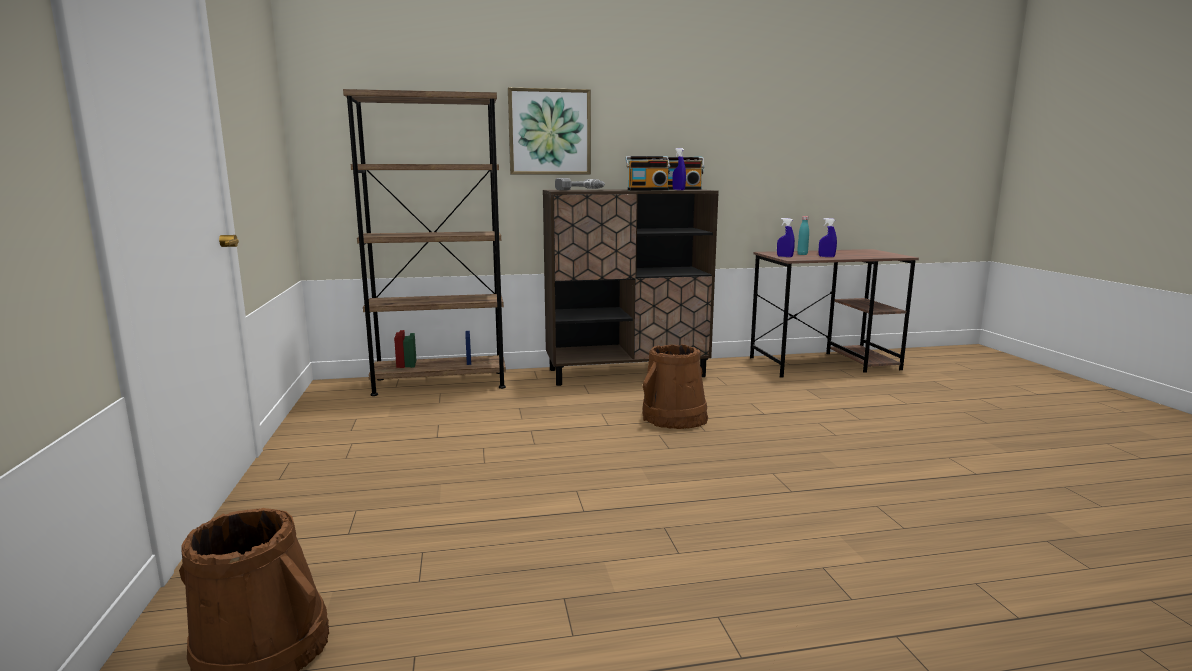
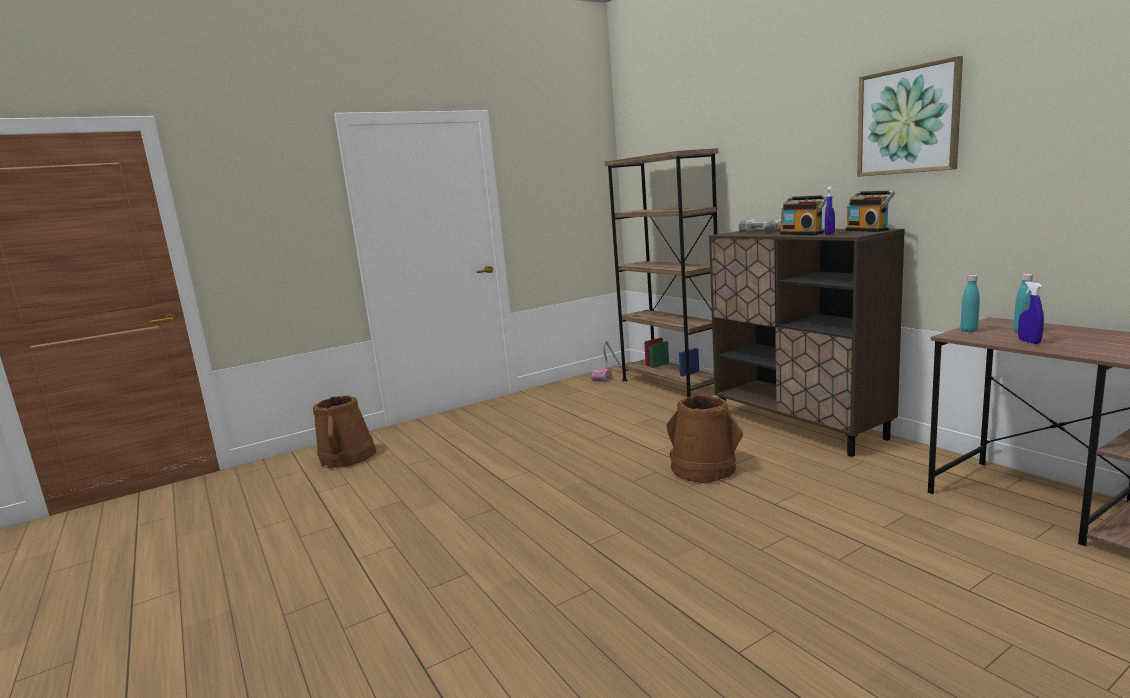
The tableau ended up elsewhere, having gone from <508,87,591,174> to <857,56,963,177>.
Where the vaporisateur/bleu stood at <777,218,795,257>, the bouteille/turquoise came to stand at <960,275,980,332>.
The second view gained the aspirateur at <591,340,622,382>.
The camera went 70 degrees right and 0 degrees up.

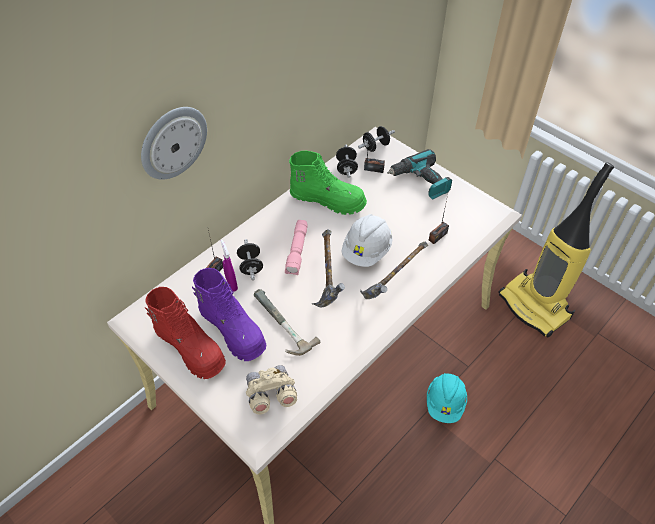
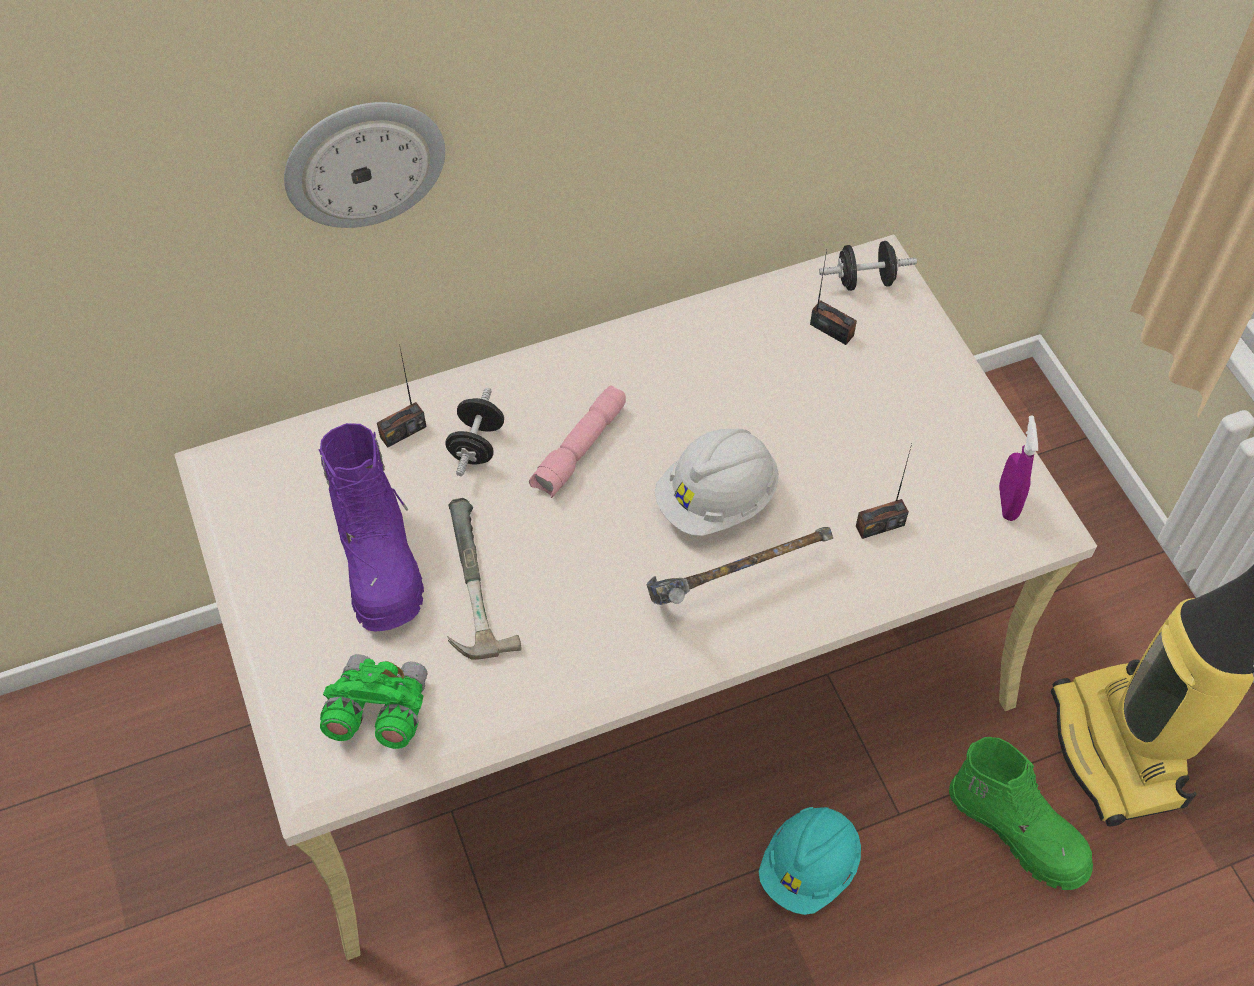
The second view lost the haltère/noir at <336,145,358,178>.
The second view lost the perceuse at <387,149,452,199>.
The botte/vert ended up elsewhere, having gone from <289,151,367,215> to <949,737,1093,890>.
The second view lost the marteau at <311,229,345,307>.
The vaporisateur/violet ended up elsewhere, having gone from <221,240,238,292> to <999,415,1038,521>.
The second view lost the botte/rouge at <144,287,226,379>.
What was the jumelles/beige at <246,365,297,414> turned into the jumelles/vert at <320,654,427,749>.
The camera went 25 degrees right and 5 degrees up.

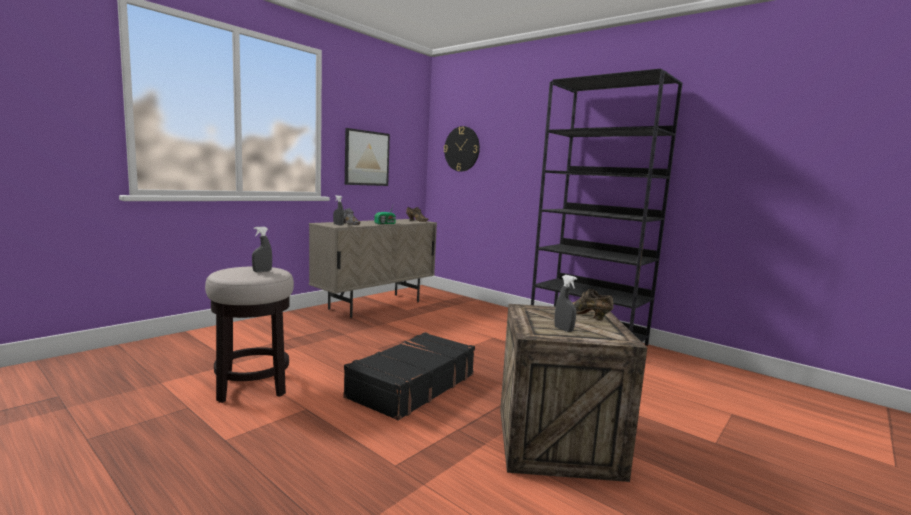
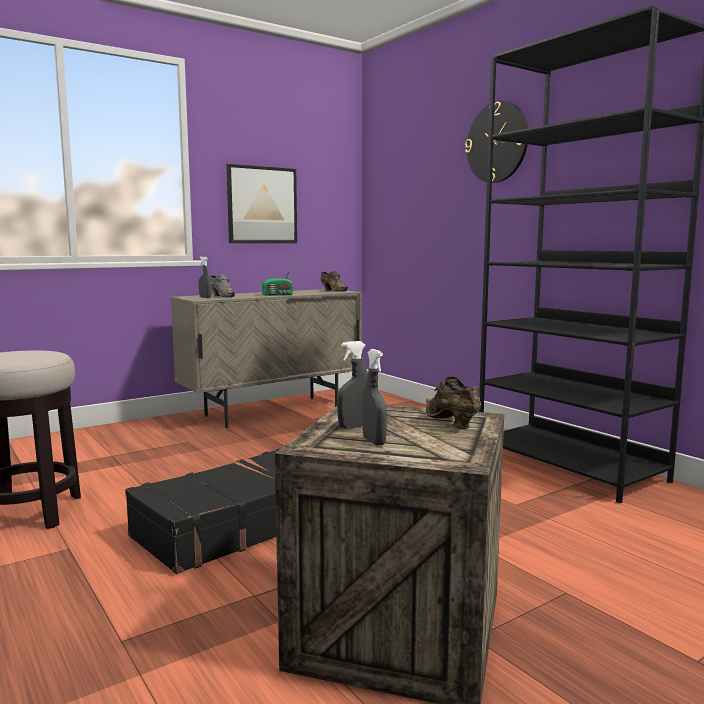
The horloge murale ended up elsewhere, having gone from <444,126,480,172> to <465,101,528,183>.
The vaporisateur/gris ended up elsewhere, having gone from <252,227,272,272> to <337,341,368,429>.
The camera went 15 degrees right and 0 degrees up.

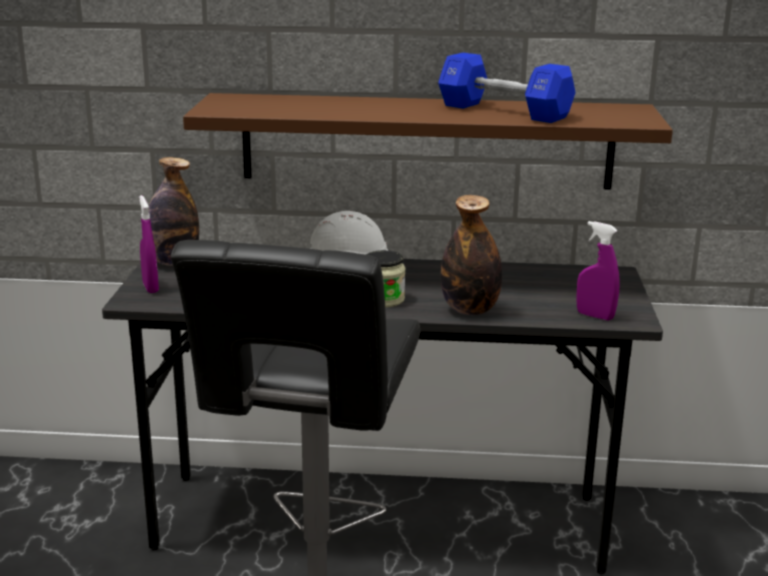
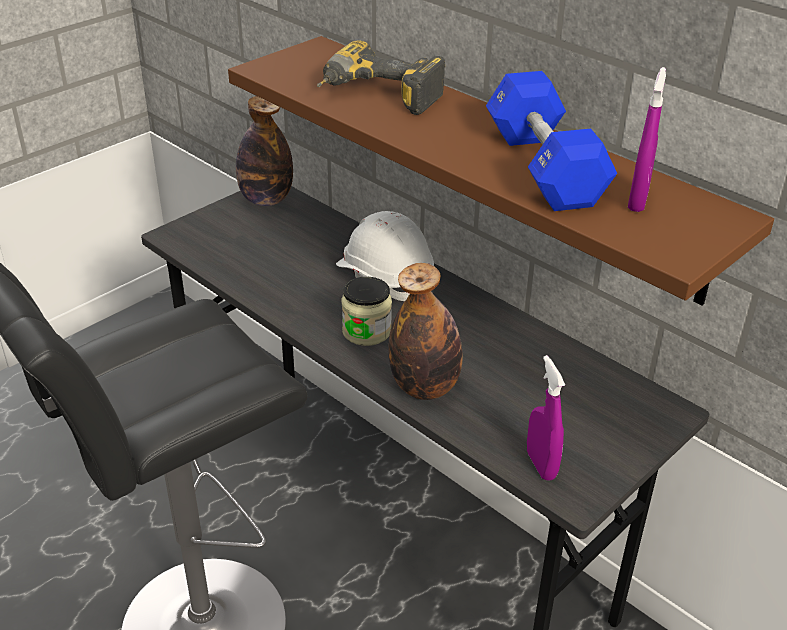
The vaporisateur/violet ended up elsewhere, having gone from <139,195,159,293> to <628,67,666,212>.
The second view gained the perceuse at <317,40,446,115>.
The camera went 40 degrees right and 15 degrees up.

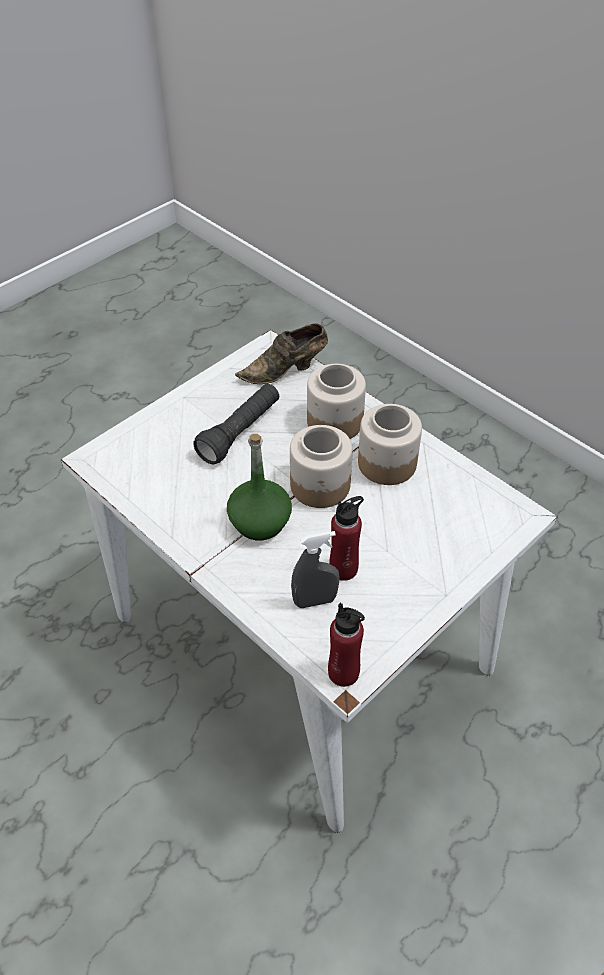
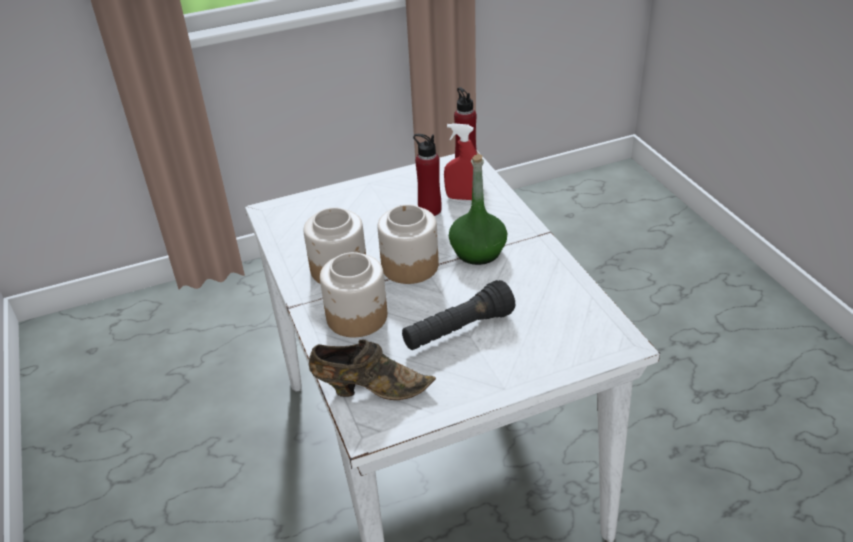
What was the vaporisateur/gris at <291,531,340,608> turned into the vaporisateur/rouge at <444,123,477,200>.
The camera went 155 degrees left and 10 degrees down.

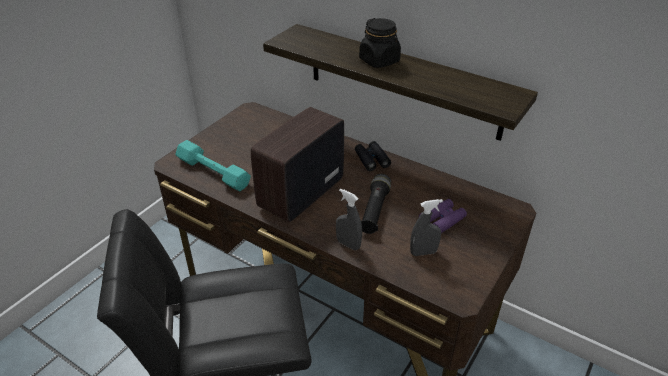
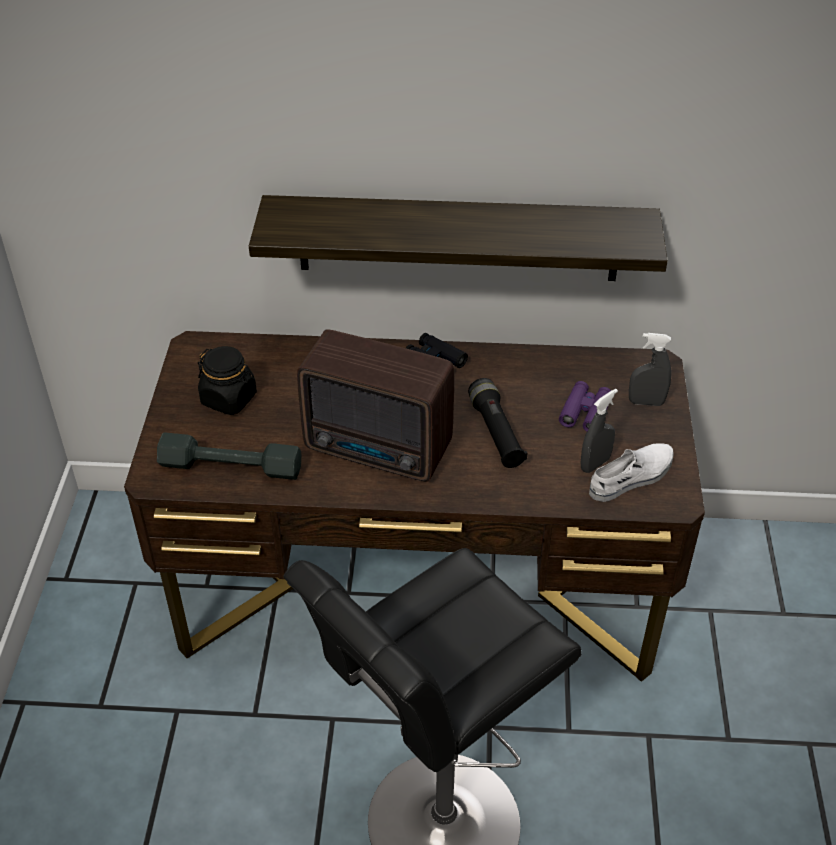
The bocal/noir ended up elsewhere, having gone from <359,18,401,68> to <198,346,257,415>.
The radio at <251,107,344,222> ended up facing another way, 75 degrees counterclockwise from before.
What was the haltère/turquoise at <175,140,251,192> turned into the haltère/gris at <157,432,301,480>.
The vaporisateur/gris ended up elsewhere, having gone from <336,189,362,250> to <629,333,672,406>.
The second view gained the chaussure/blanc at <589,443,674,502>.
The camera went 30 degrees left and 5 degrees up.

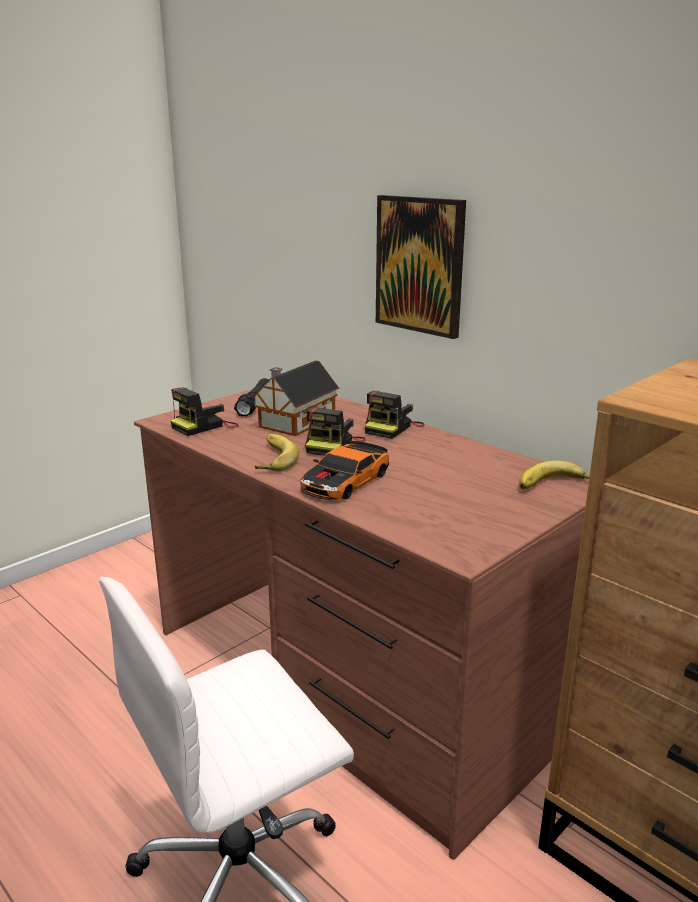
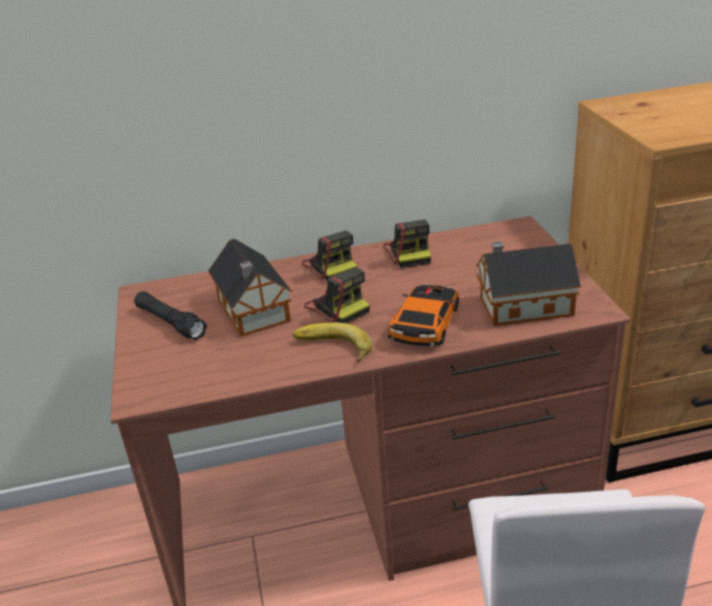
The second view lost the tableau at <376,195,466,339>.
The appareil photo ended up elsewhere, having gone from <170,387,239,436> to <383,220,431,268>.
The petite voiture at <300,441,389,500> ended up facing another way, 135 degrees counterclockwise from before.
The second view lost the banane at <519,460,590,490>.
The second view gained the maison miniature at <476,241,581,326>.
The camera went 55 degrees left and 10 degrees up.

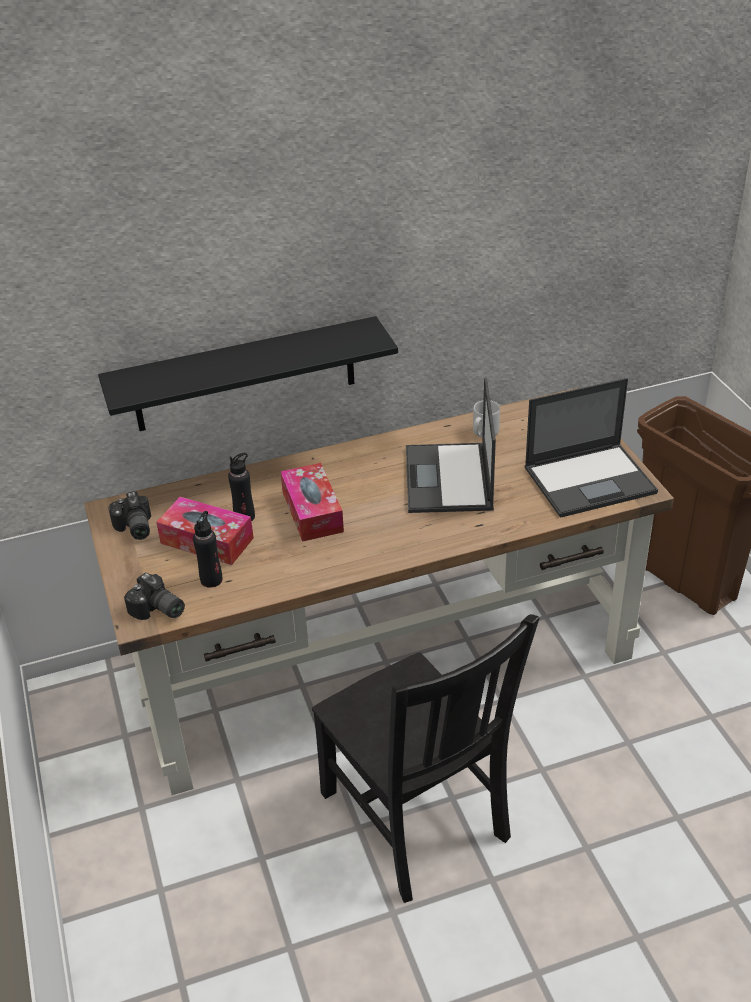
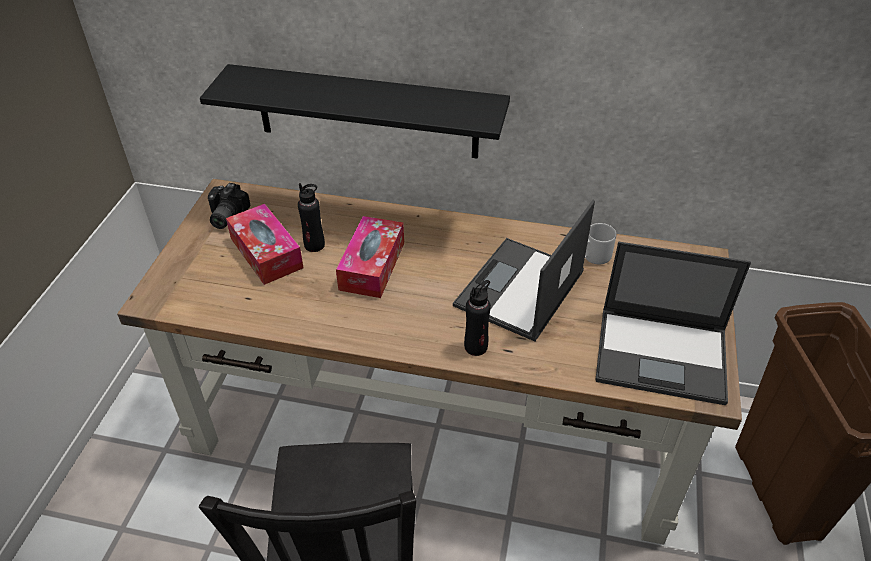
The bouteille/noir ended up elsewhere, having gone from <193,511,222,588> to <464,280,491,356>.
The second view lost the appareil photo at <124,572,185,620>.
The camera went 30 degrees right and 5 degrees up.

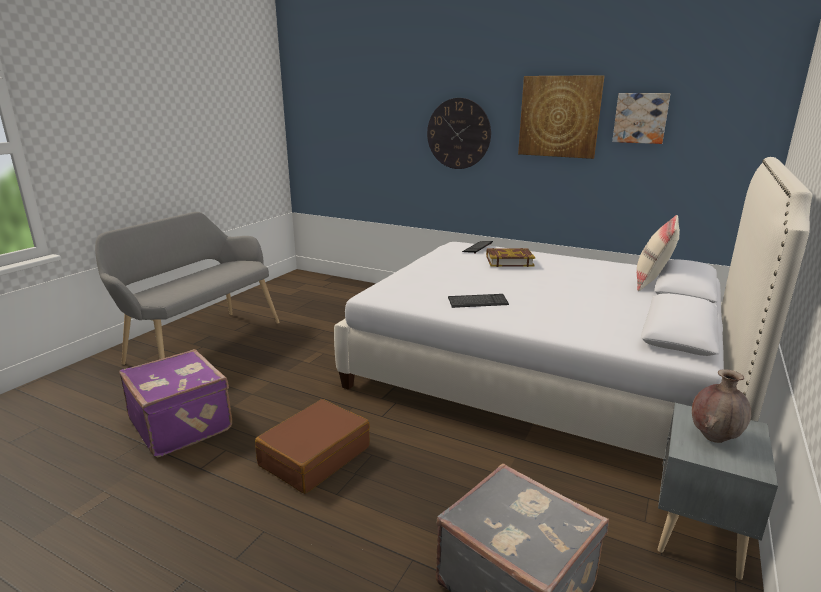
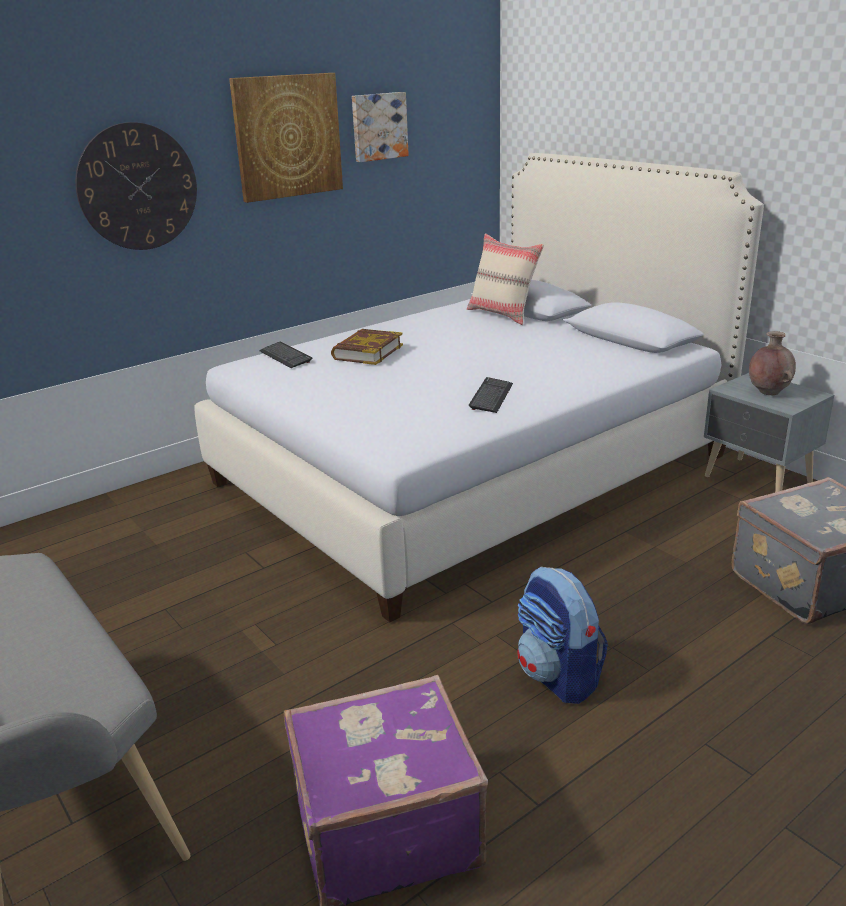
Where the valise/marron stood at <255,399,370,494>, the sac à dos came to stand at <517,566,608,704>.
The camera went 65 degrees left and 5 degrees up.

